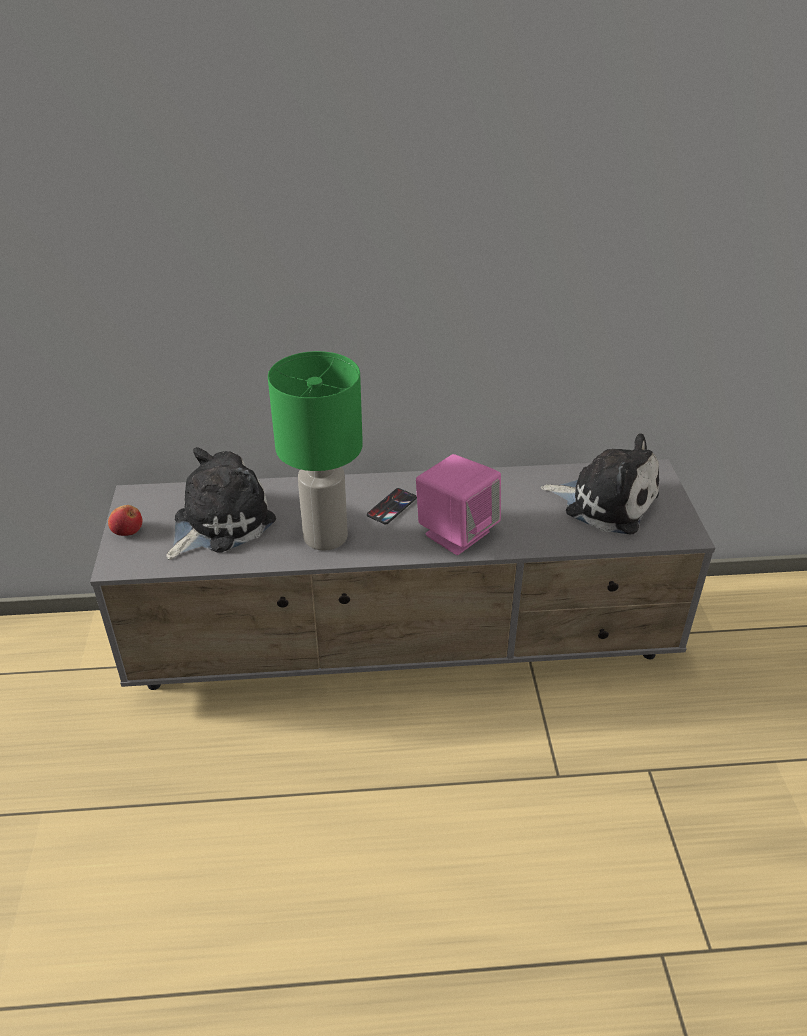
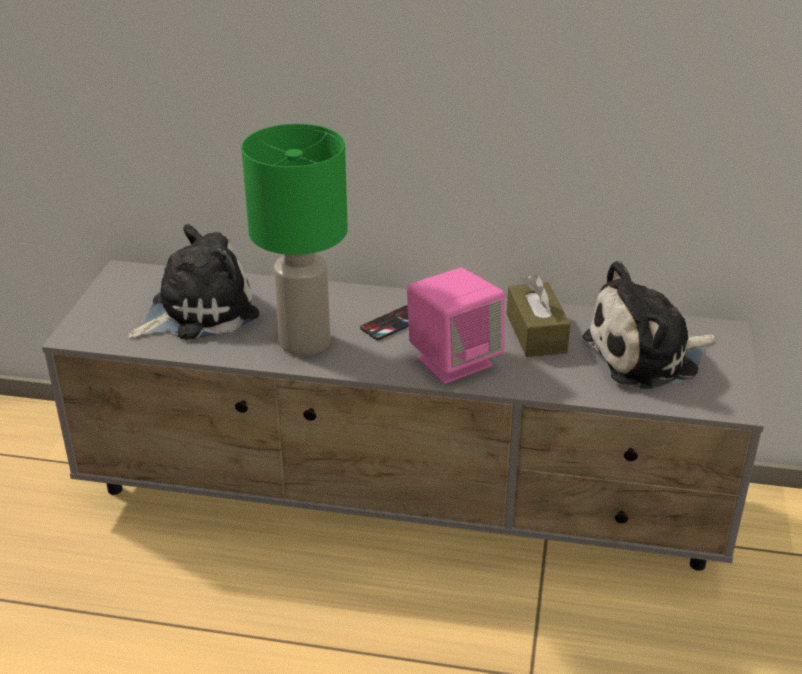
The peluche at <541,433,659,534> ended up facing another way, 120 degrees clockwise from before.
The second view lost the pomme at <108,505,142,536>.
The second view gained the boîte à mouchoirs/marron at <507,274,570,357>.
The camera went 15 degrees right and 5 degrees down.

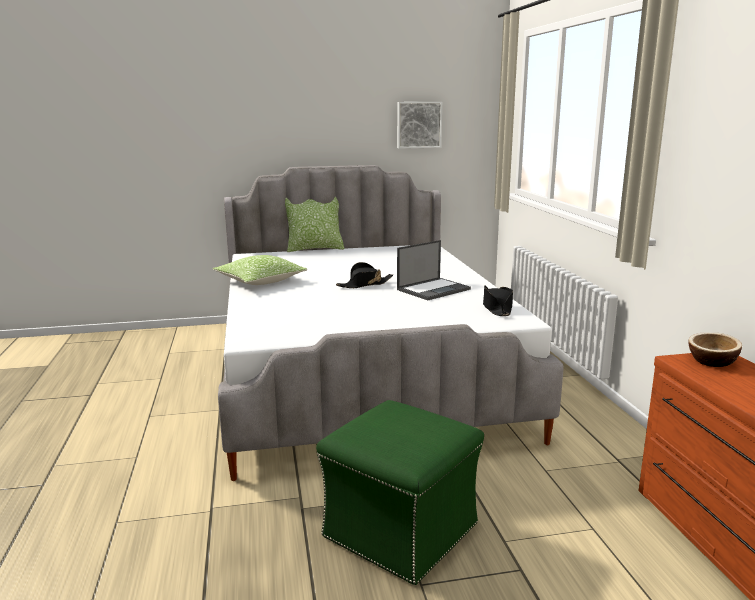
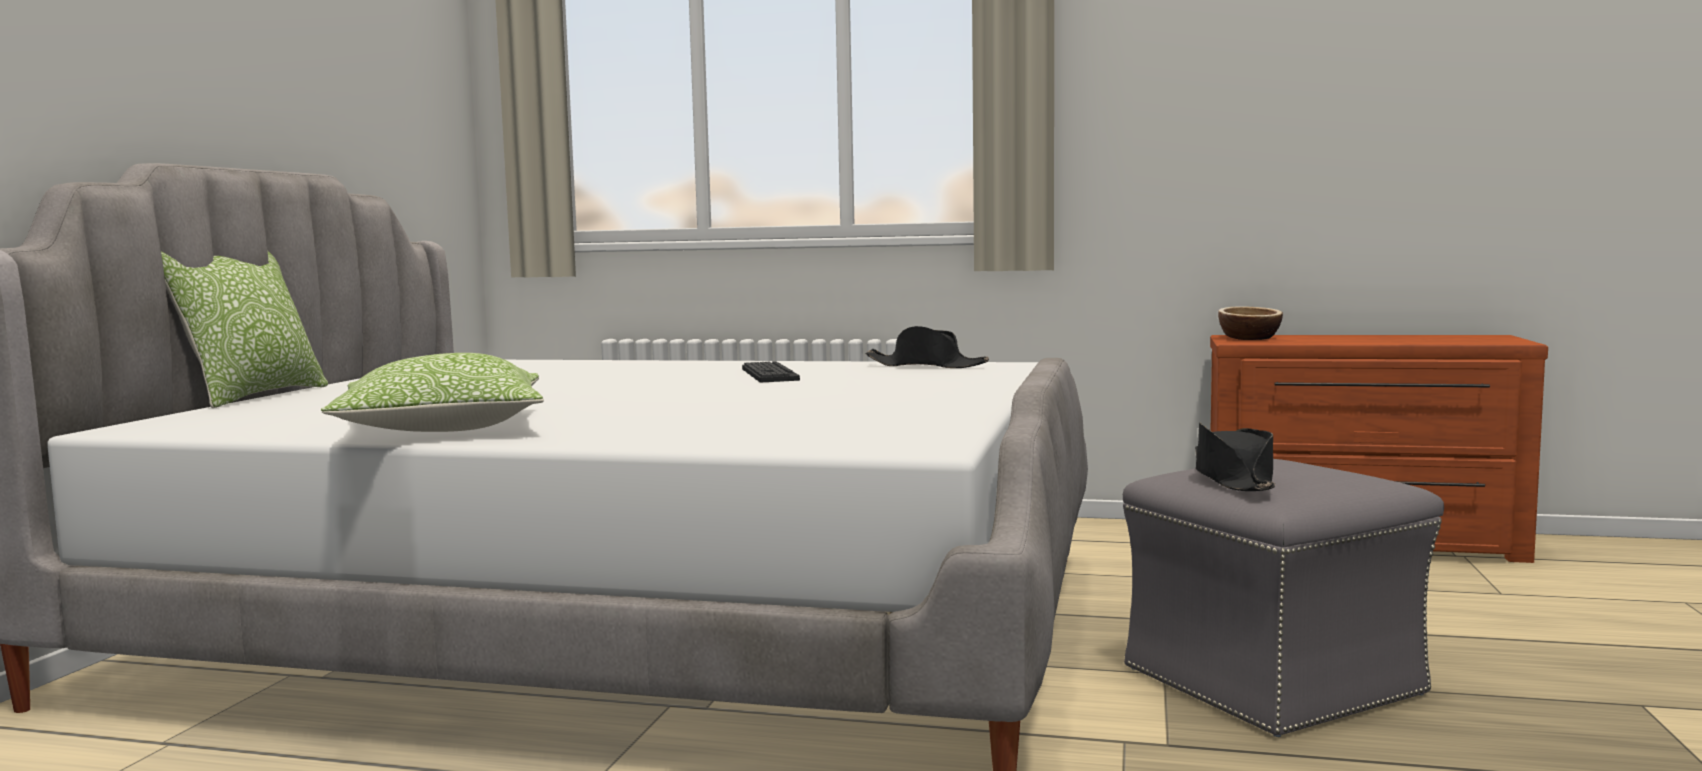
The second view lost the tableau at <397,102,442,149>.
Where the ordinateur portable stood at <397,240,471,300>, the clavier came to stand at <742,361,800,382>.
The chapeau/noir ended up elsewhere, having gone from <336,262,393,288> to <1195,422,1275,491>.
What was the pouf/vert at <316,400,484,585> turned into the pouf/gris at <1123,459,1444,737>.
The camera went 65 degrees left and 10 degrees down.

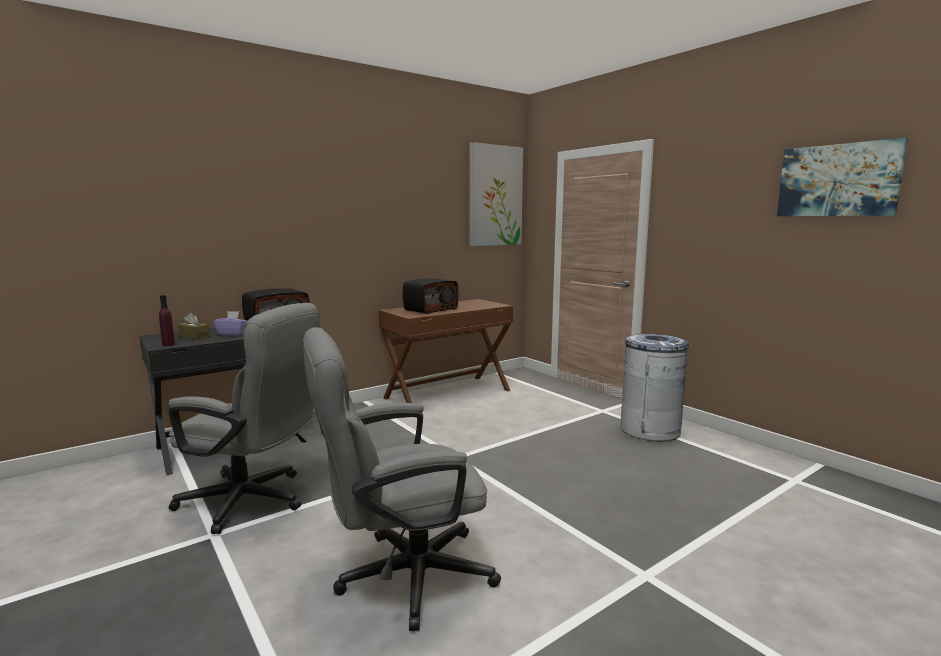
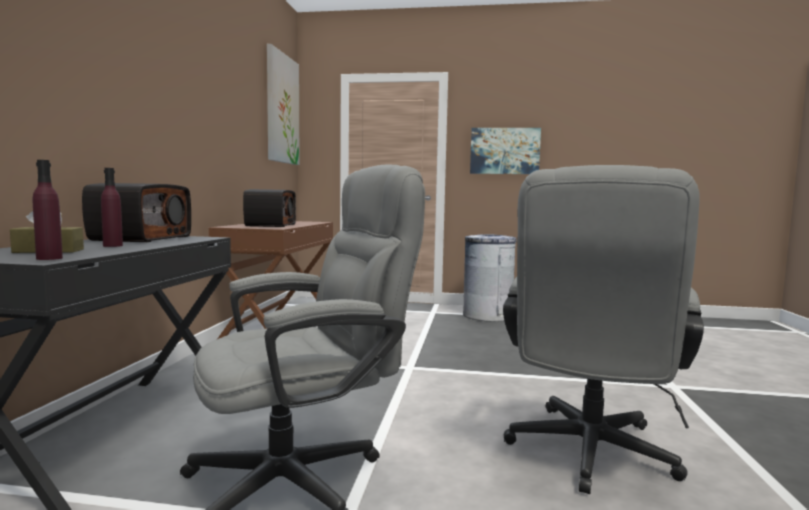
The tableau ended up elsewhere, having gone from <777,137,908,216> to <470,128,541,174>.
Where the boîte à mouchoirs/violet stood at <214,311,247,336>, the bouteille/violet came to stand at <101,168,123,247>.
The camera went 45 degrees left and 5 degrees down.

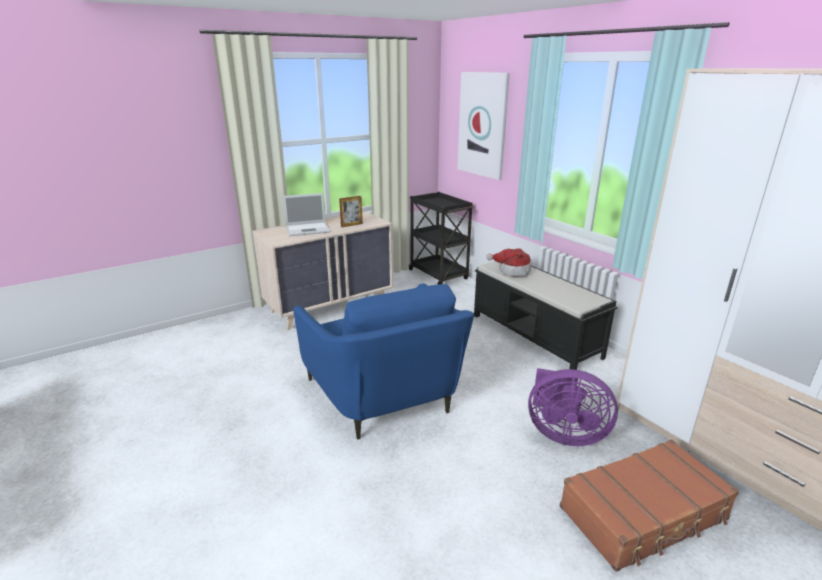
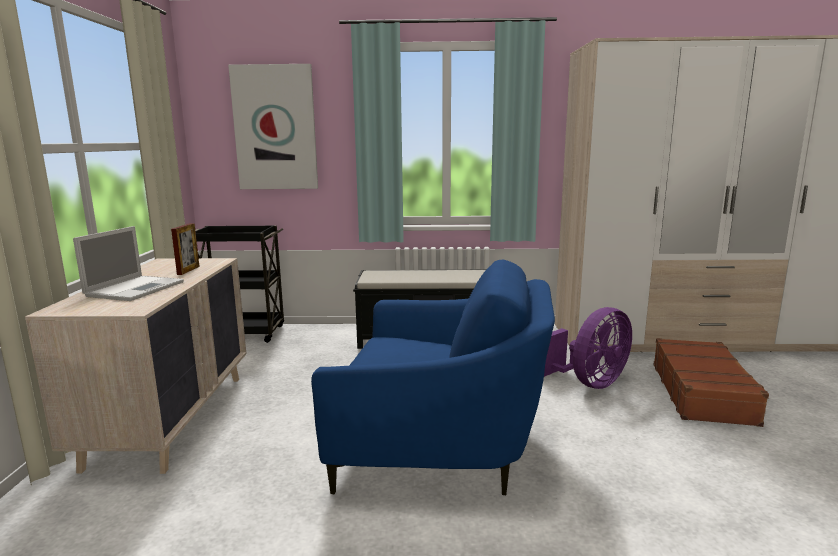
The second view lost the chapeau at <486,248,532,277>.
The camera went 55 degrees left and 10 degrees down.

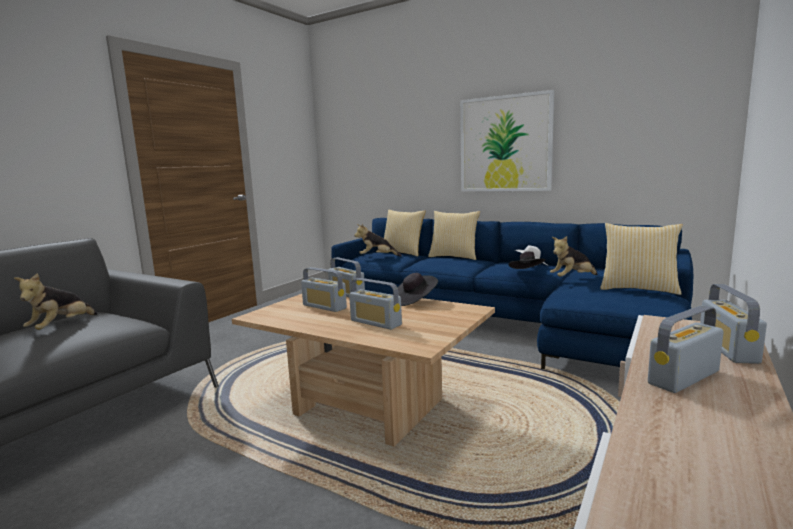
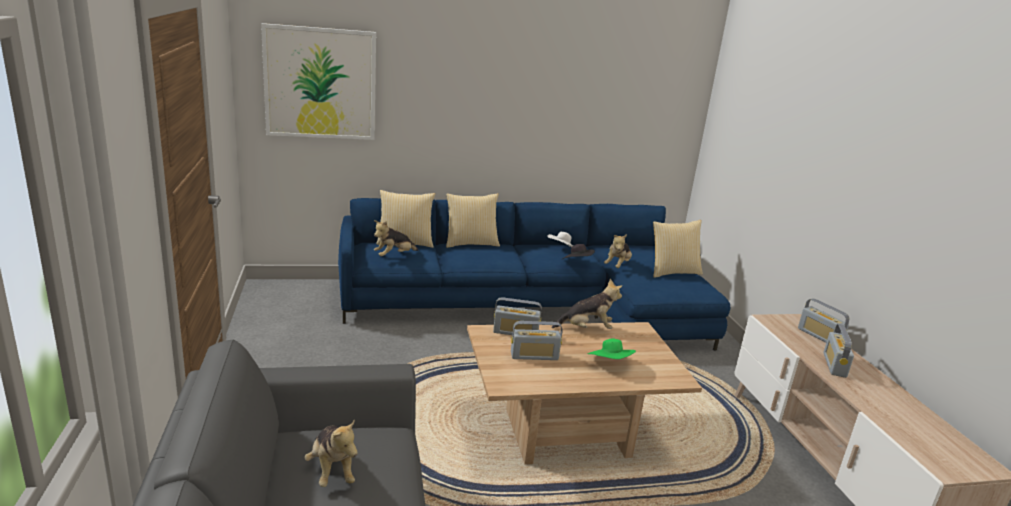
The tableau ended up elsewhere, having gone from <460,90,554,191> to <261,23,376,140>.
Where the chapeau/noir stood at <397,273,438,306>, the peluche came to stand at <552,279,622,329>.
Where the radio stood at <349,278,402,330>, the chapeau/vert came to stand at <587,338,636,359>.
The camera went 45 degrees left and 10 degrees up.

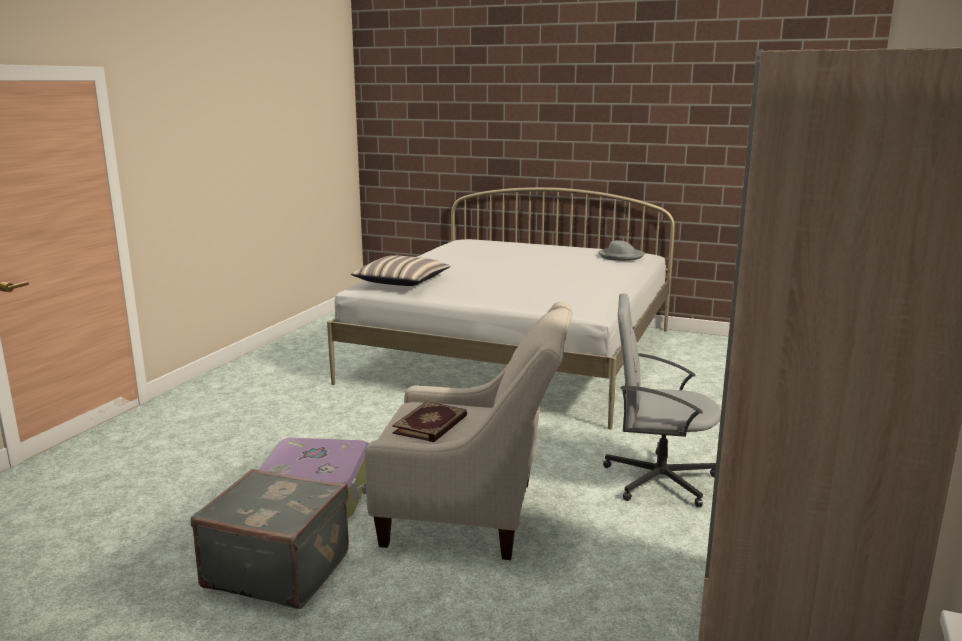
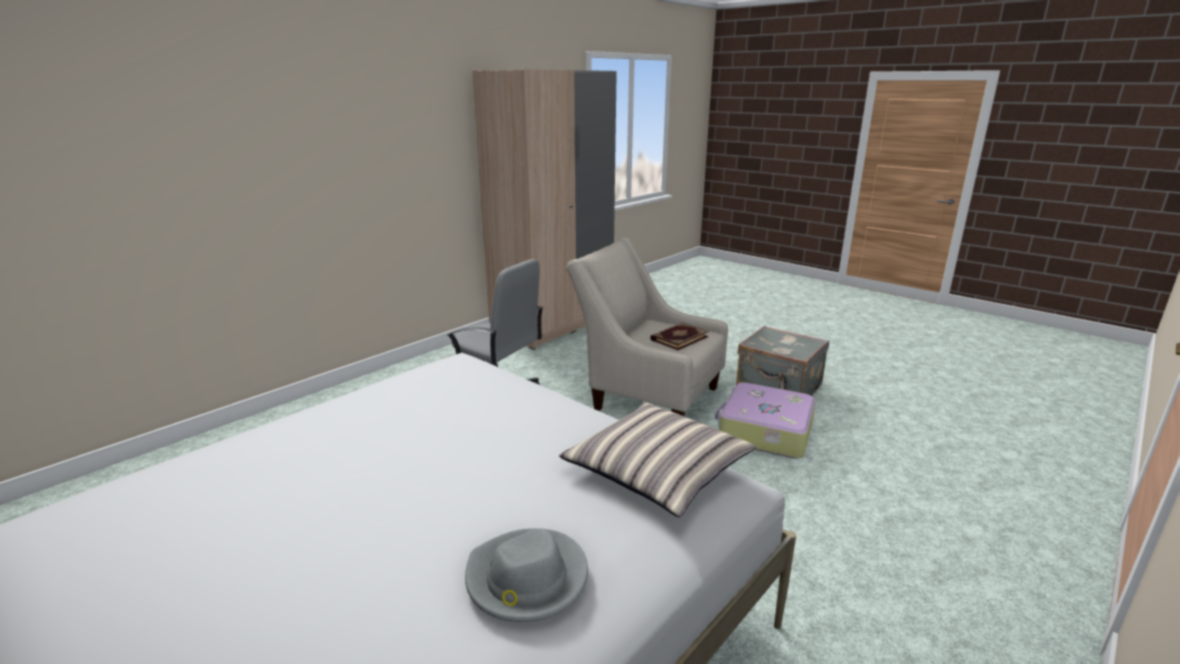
The chapeau/gris ended up elsewhere, having gone from <599,240,645,261> to <465,528,588,622>.
The camera went 160 degrees left and 5 degrees up.

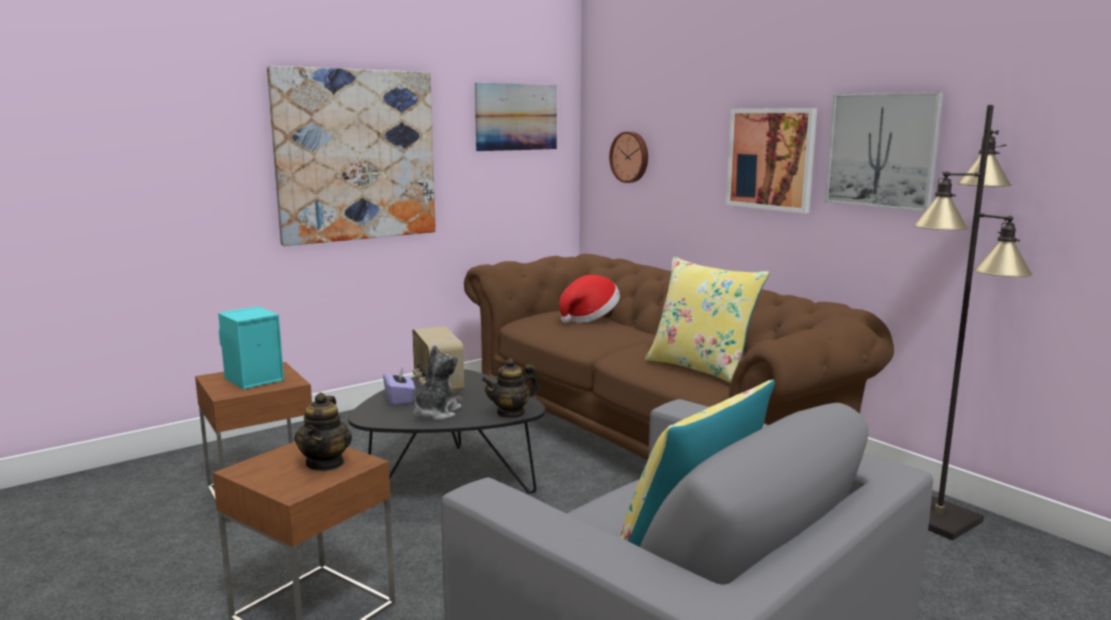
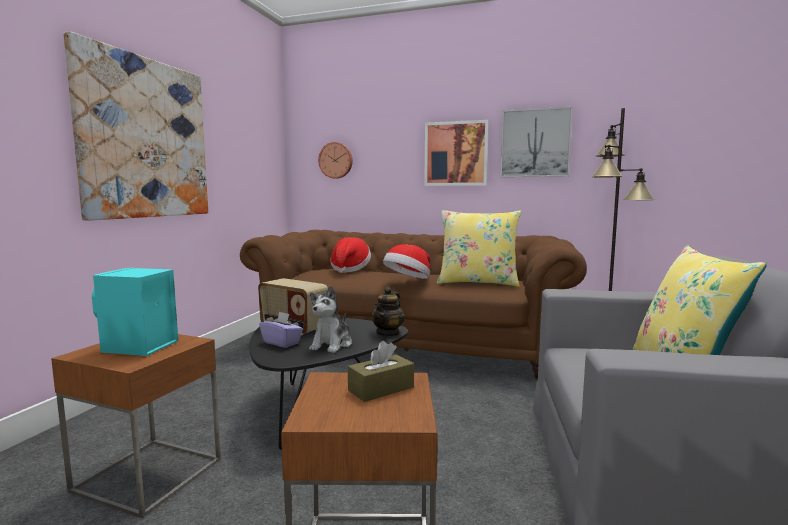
The second view lost the tableau at <475,83,557,151>.
The peluche at <414,345,461,420> ended up facing another way, 150 degrees counterclockwise from before.
Where the théière stood at <294,392,352,471>, the boîte à mouchoirs/marron came to stand at <348,341,414,402>.
The second view gained the chapeau at <383,245,430,279>.
The camera went 35 degrees left and 5 degrees down.

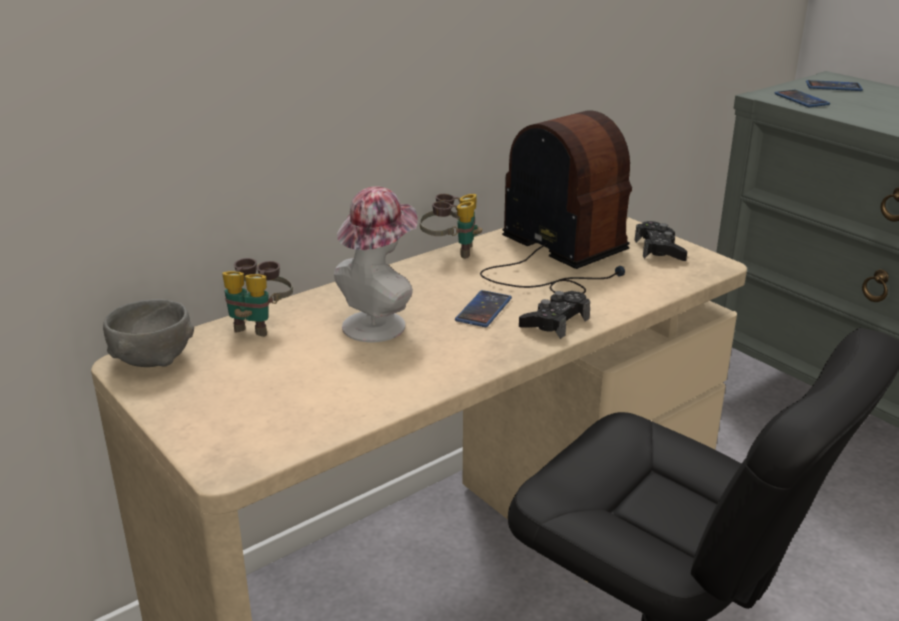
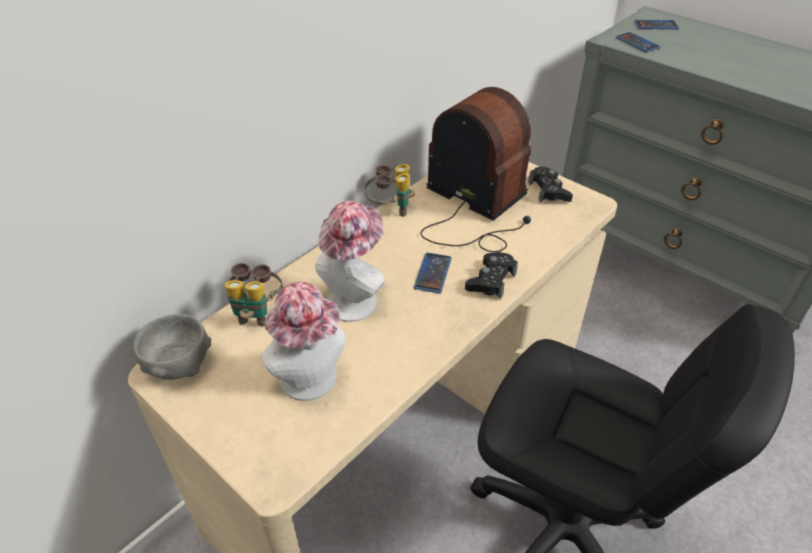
The second view gained the chapeau at <261,282,346,401>.
The camera went 10 degrees left and 15 degrees up.

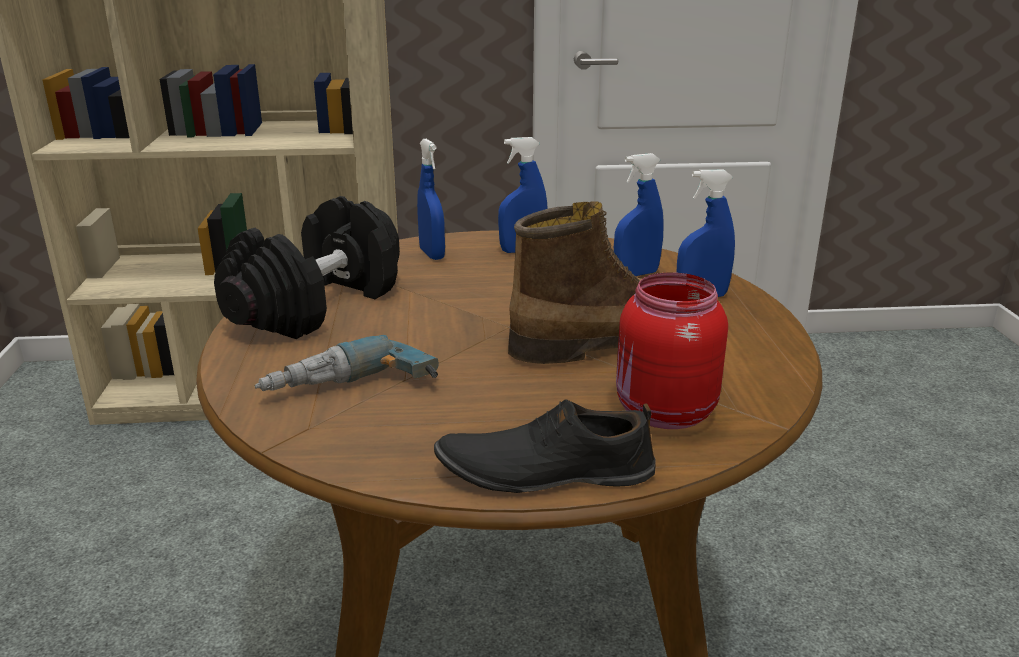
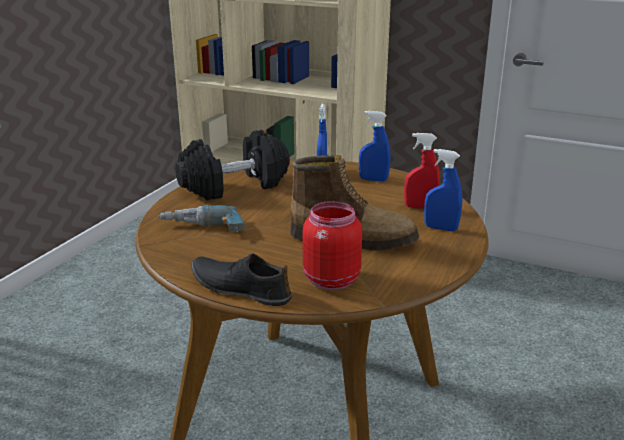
What was the vaporisateur/bleu at <614,153,664,276> turned into the vaporisateur/rouge at <404,133,440,209>.
The camera went 30 degrees right and 0 degrees up.

